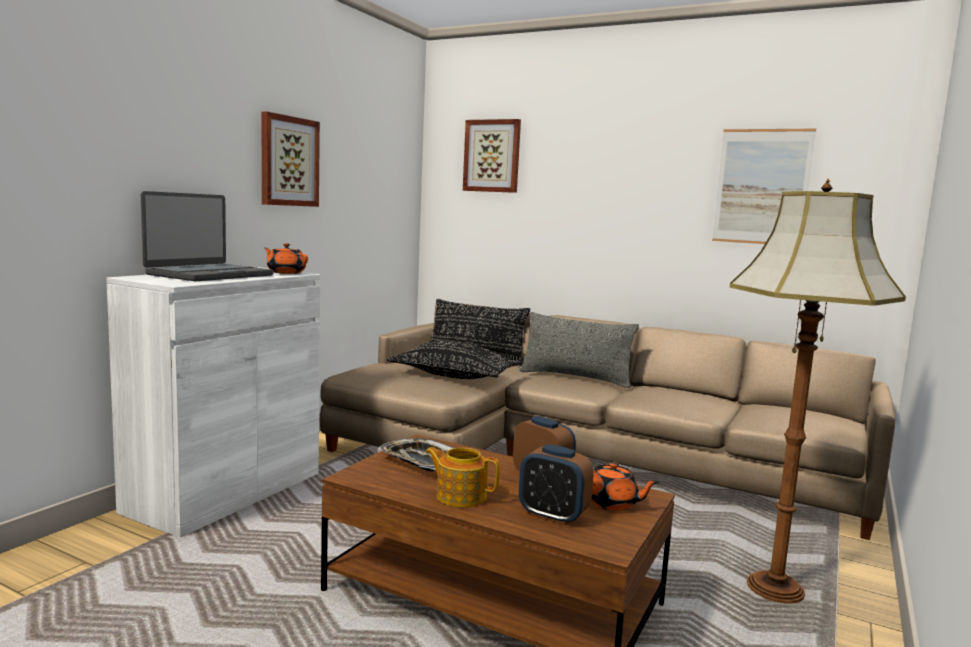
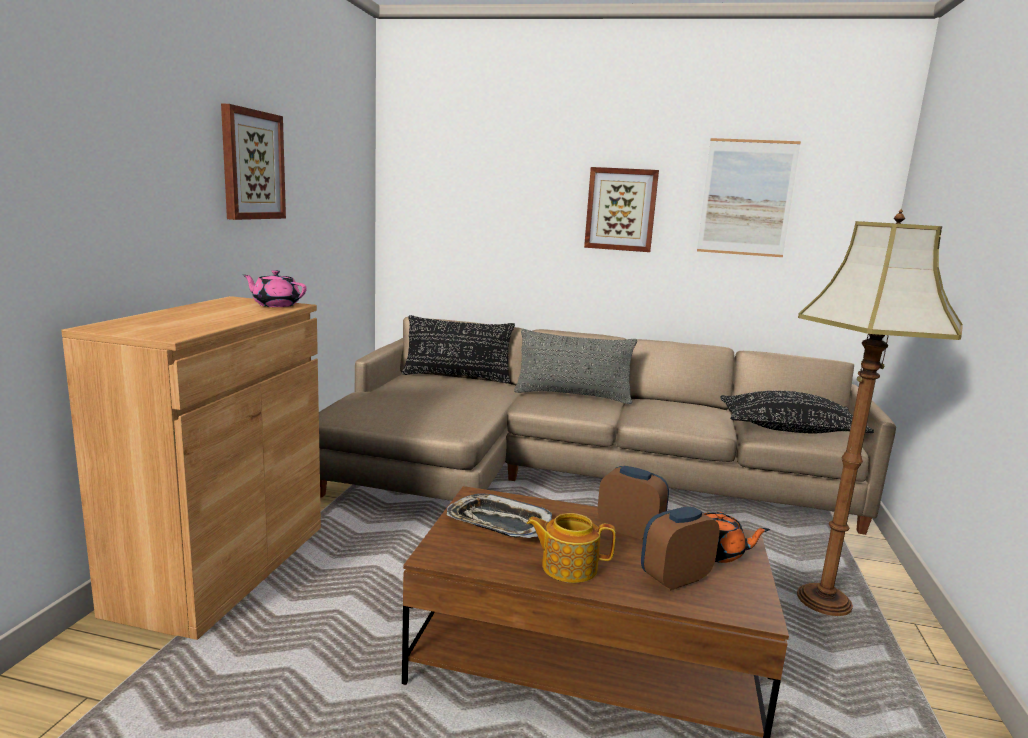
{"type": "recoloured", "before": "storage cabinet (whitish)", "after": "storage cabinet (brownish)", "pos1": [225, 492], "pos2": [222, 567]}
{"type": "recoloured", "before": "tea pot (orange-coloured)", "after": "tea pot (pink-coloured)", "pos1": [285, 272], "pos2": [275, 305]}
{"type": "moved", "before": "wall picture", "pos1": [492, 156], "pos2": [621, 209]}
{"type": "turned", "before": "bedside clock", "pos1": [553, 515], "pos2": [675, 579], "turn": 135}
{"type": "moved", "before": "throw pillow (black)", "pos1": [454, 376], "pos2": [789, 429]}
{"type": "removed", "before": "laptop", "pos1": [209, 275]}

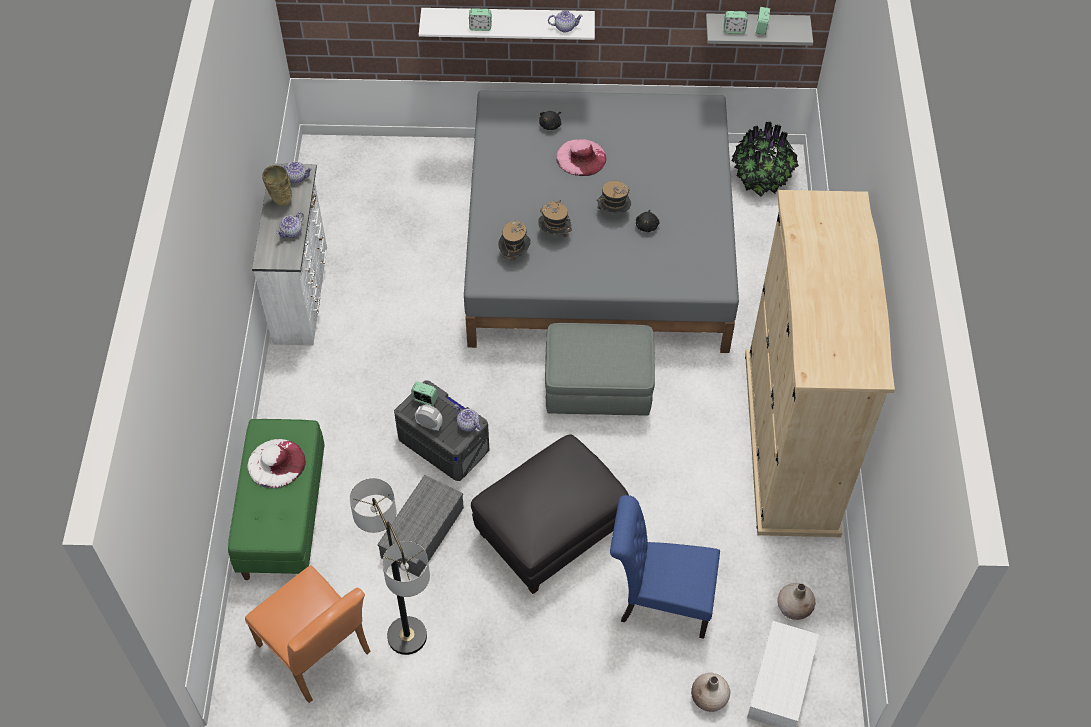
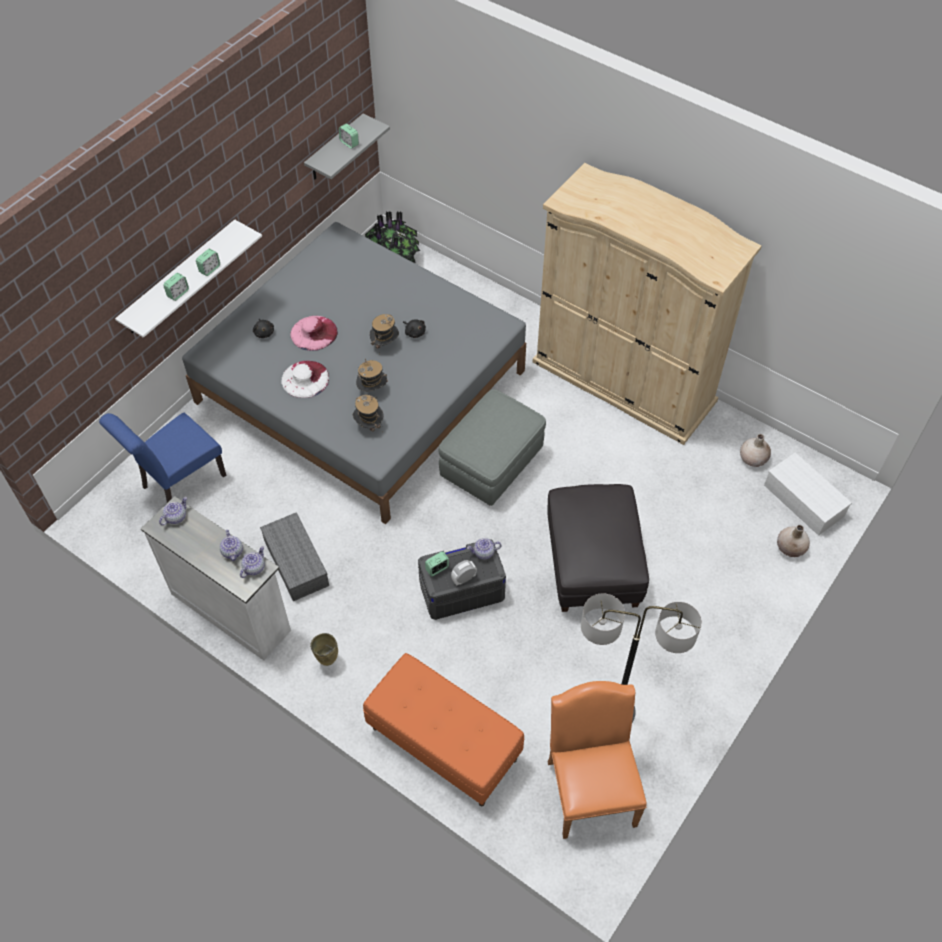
{"type": "moved", "before": "plain chair (blue)", "pos1": [659, 602], "pos2": [179, 483]}
{"type": "moved", "before": "bedside clock", "pos1": [734, 29], "pos2": [209, 269]}
{"type": "moved", "before": "tea pot", "pos1": [565, 27], "pos2": [254, 567]}
{"type": "moved", "before": "storage container (gray)", "pos1": [422, 534], "pos2": [297, 563]}
{"type": "moved", "before": "hat (whitish)", "pos1": [276, 463], "pos2": [305, 379]}
{"type": "moved", "before": "vase (sand-coloured)", "pos1": [281, 202], "pos2": [327, 661]}
{"type": "recoloured", "before": "long seat (green-coloured)", "after": "long seat (orange-coloured)", "pos1": [283, 516], "pos2": [443, 744]}
{"type": "turned", "before": "plain chair (orange-coloured)", "pos1": [318, 653], "pos2": [590, 786], "turn": -90}

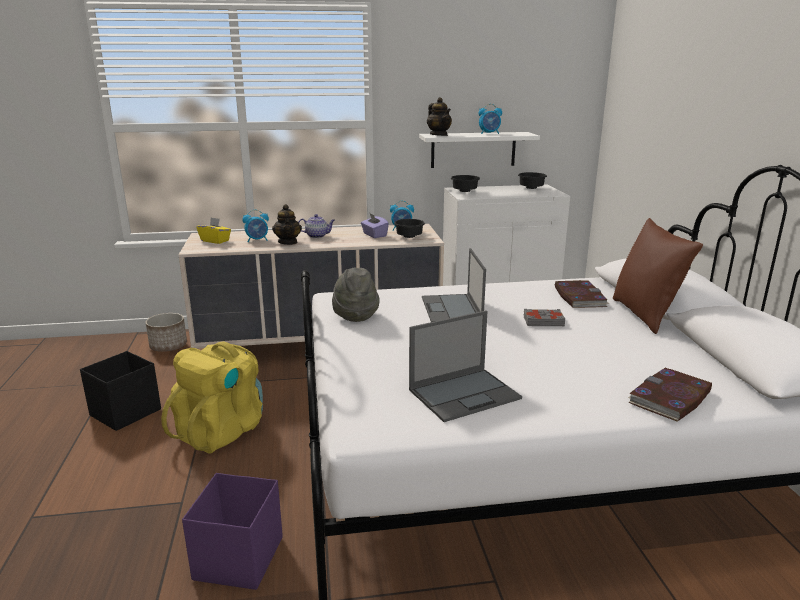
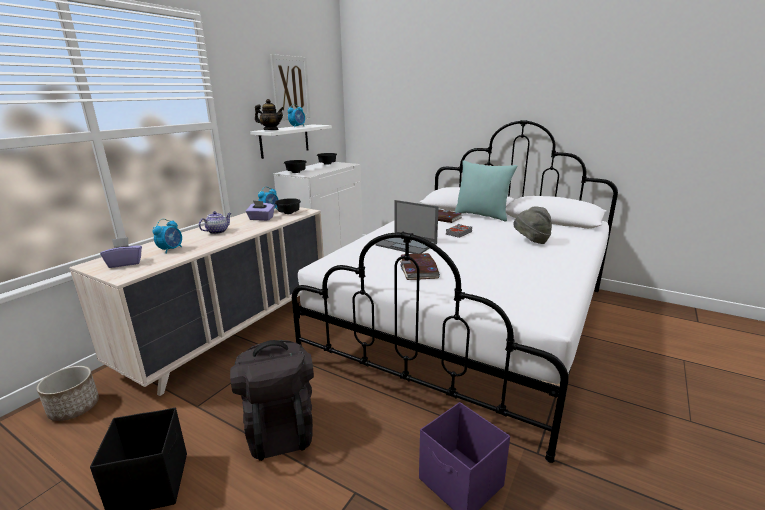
{"type": "recoloured", "before": "tissue box (yellow-coloured)", "after": "tissue box (purple-coloured)", "pos1": [215, 241], "pos2": [125, 263]}
{"type": "recoloured", "before": "backpack (yellow-coloured)", "after": "backpack (black)", "pos1": [222, 430], "pos2": [280, 428]}
{"type": "added", "after": "wall picture", "pos2": [290, 88]}
{"type": "moved", "before": "book", "pos1": [670, 398], "pos2": [419, 269]}
{"type": "recoloured", "before": "throw pillow (brownish)", "after": "throw pillow (turquoise)", "pos1": [645, 315], "pos2": [482, 216]}
{"type": "moved", "before": "hat (gray)", "pos1": [355, 314], "pos2": [531, 241]}
{"type": "removed", "before": "tea pot", "pos1": [288, 242]}
{"type": "removed", "before": "laptop", "pos1": [465, 394]}

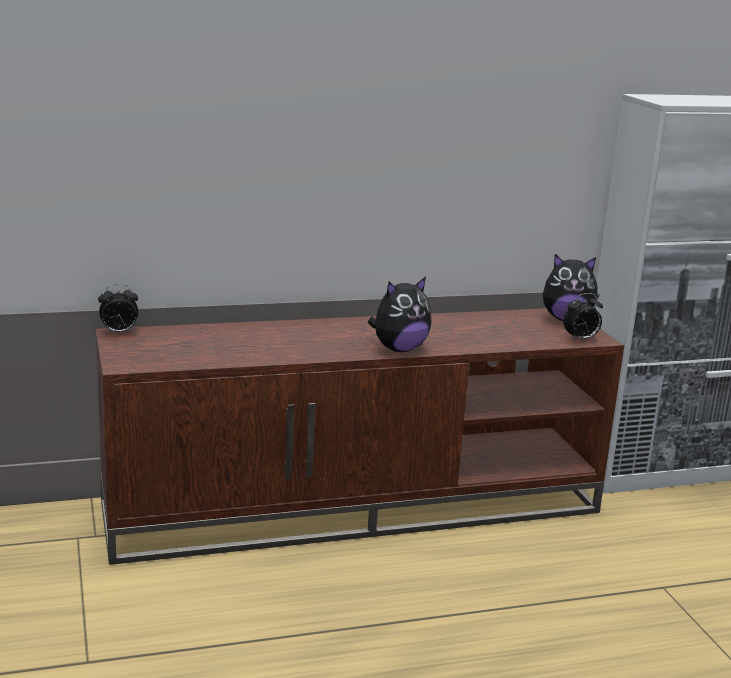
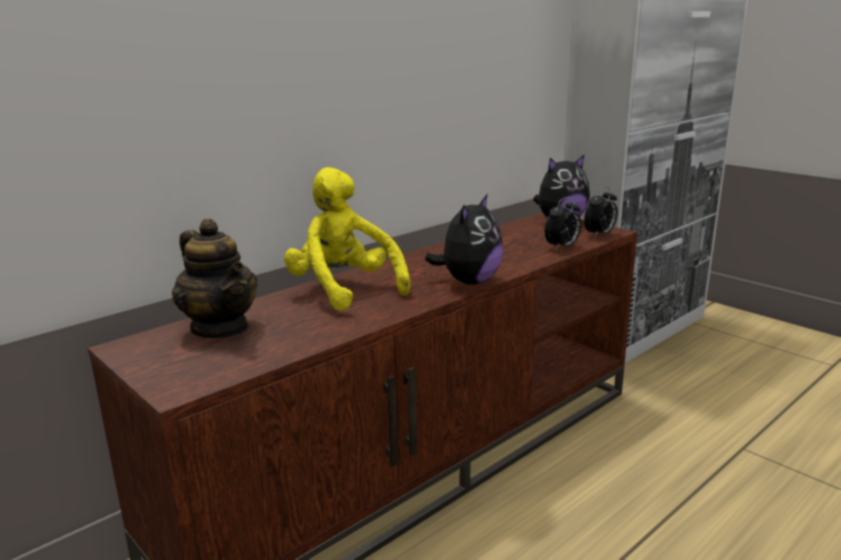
{"type": "added", "after": "tea pot", "pos2": [221, 328]}
{"type": "added", "after": "plush toy (yellow-coloured)", "pos2": [344, 290]}
{"type": "moved", "before": "bedside clock", "pos1": [119, 333], "pos2": [562, 247]}

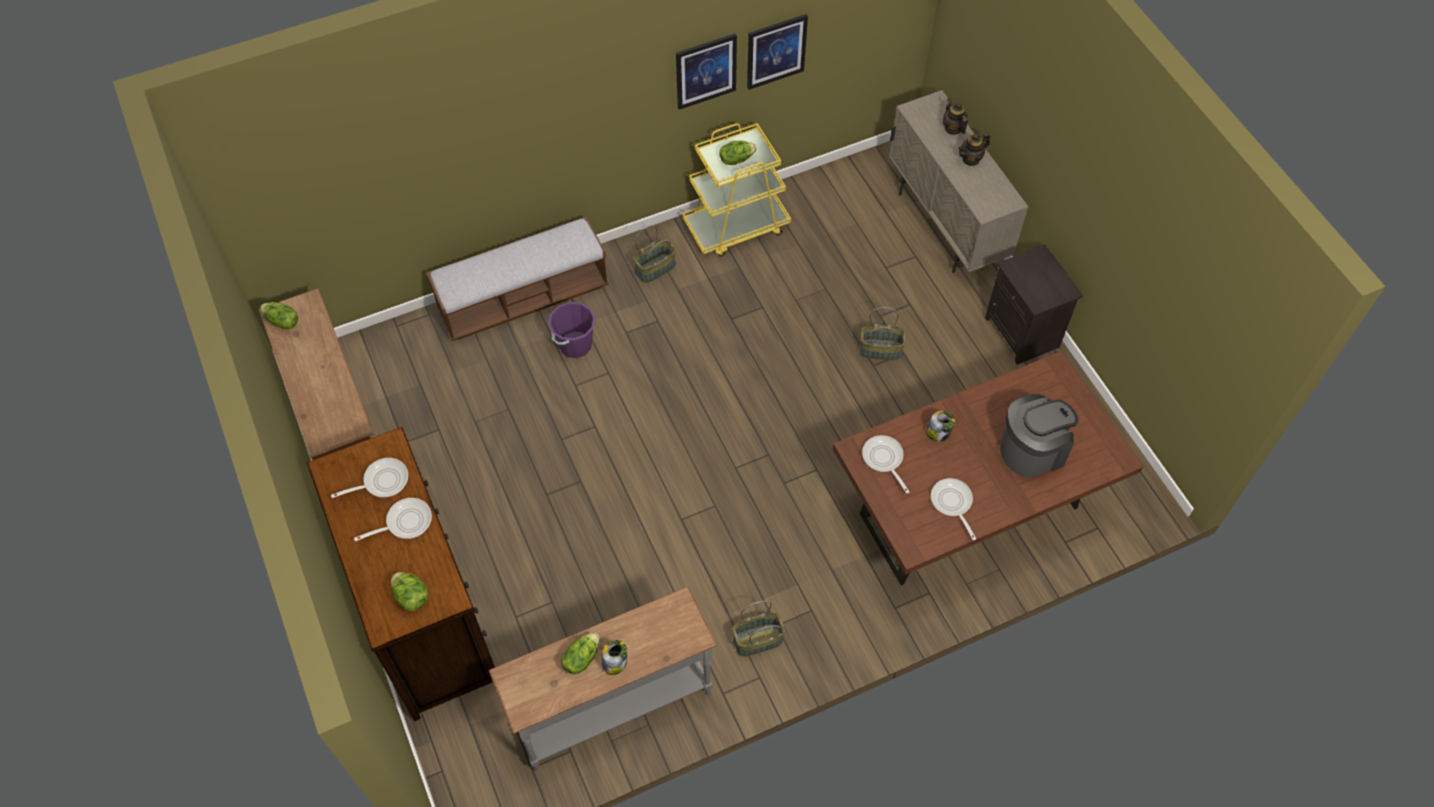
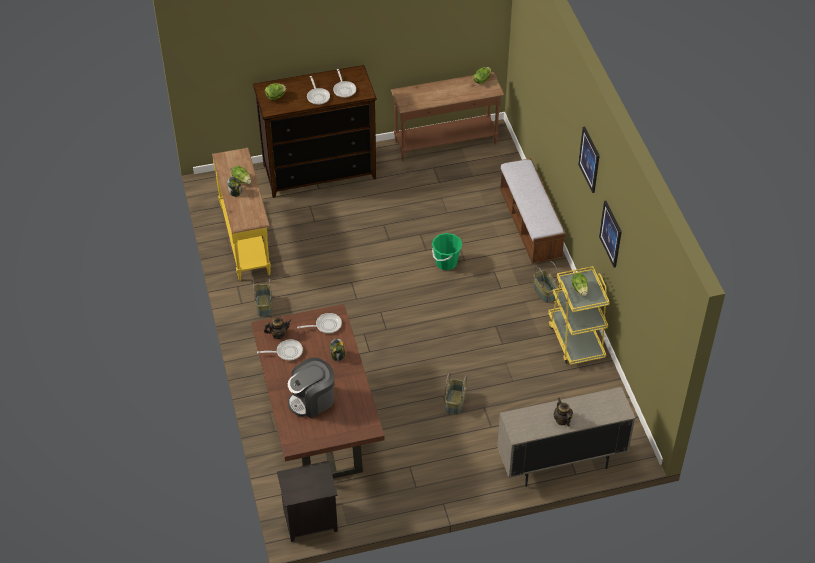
{"type": "recoloured", "before": "narrow table (gray)", "after": "narrow table (yellow-coloured)", "pos1": [612, 705], "pos2": [246, 240]}
{"type": "moved", "before": "tea pot", "pos1": [953, 128], "pos2": [278, 334]}
{"type": "moved", "before": "night table (black)", "pos1": [1023, 333], "pos2": [309, 522]}
{"type": "turned", "before": "coffee brewer", "pos1": [1032, 450], "pos2": [312, 400], "turn": 75}
{"type": "added", "after": "bucket (green-coloured)", "pos2": [446, 262]}
{"type": "moved", "before": "wall picture", "pos1": [776, 51], "pos2": [589, 159]}
{"type": "removed", "before": "bucket (purple-coloured)", "pos1": [575, 345]}

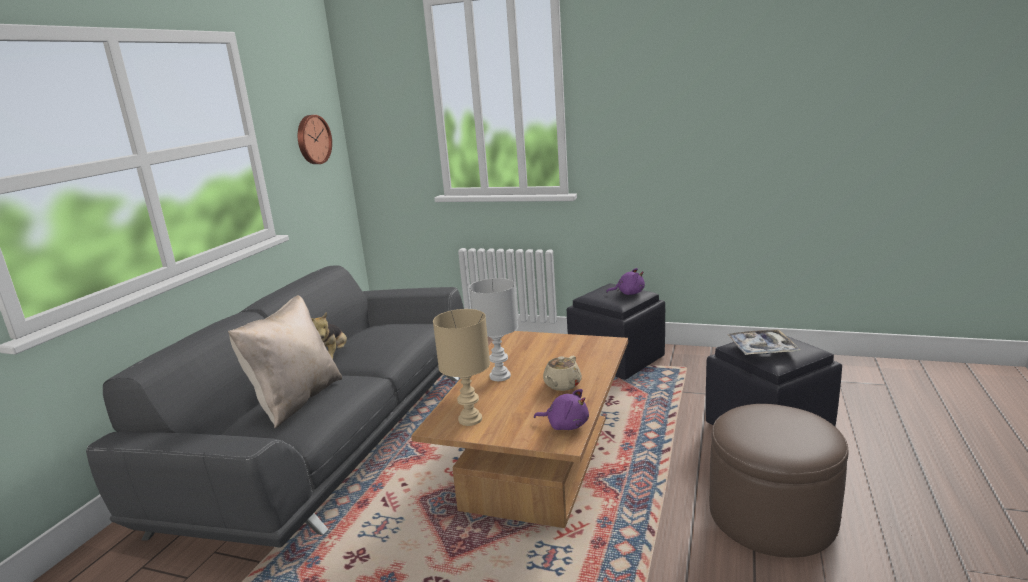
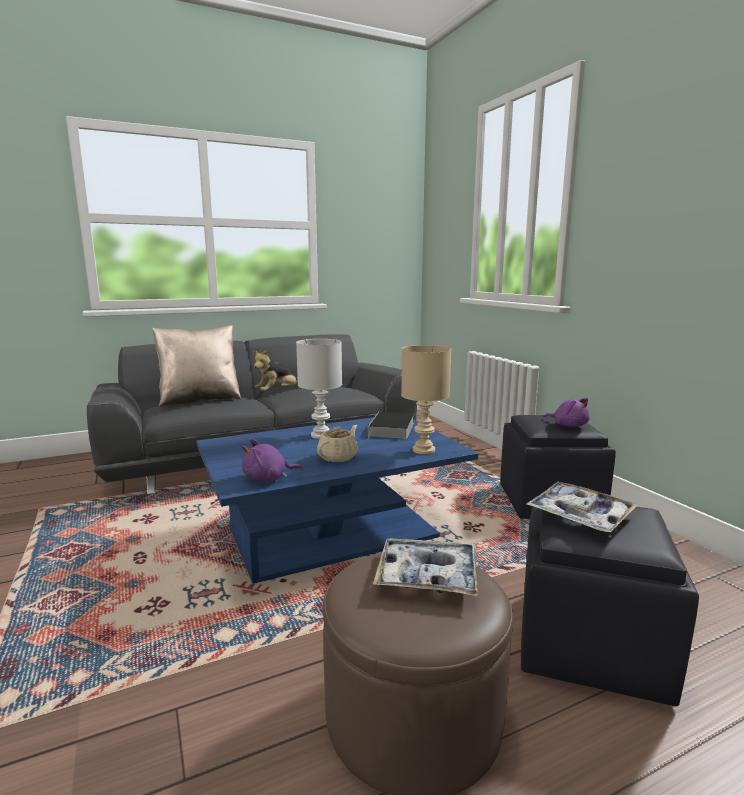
{"type": "recoloured", "before": "lounge table (brownish)", "after": "lounge table (blue)", "pos1": [539, 461], "pos2": [334, 534]}
{"type": "turned", "before": "plush toy (purple-coloured)", "pos1": [565, 425], "pos2": [268, 478], "turn": 90}
{"type": "turned", "before": "tea pot (sand-coloured)", "pos1": [562, 385], "pos2": [338, 457], "turn": 135}
{"type": "added", "after": "book", "pos2": [391, 429]}
{"type": "added", "after": "carrying tray", "pos2": [427, 576]}
{"type": "moved", "before": "lamp for a table (sand-coloured)", "pos1": [470, 420], "pos2": [423, 450]}
{"type": "removed", "before": "clock on the wall", "pos1": [312, 139]}

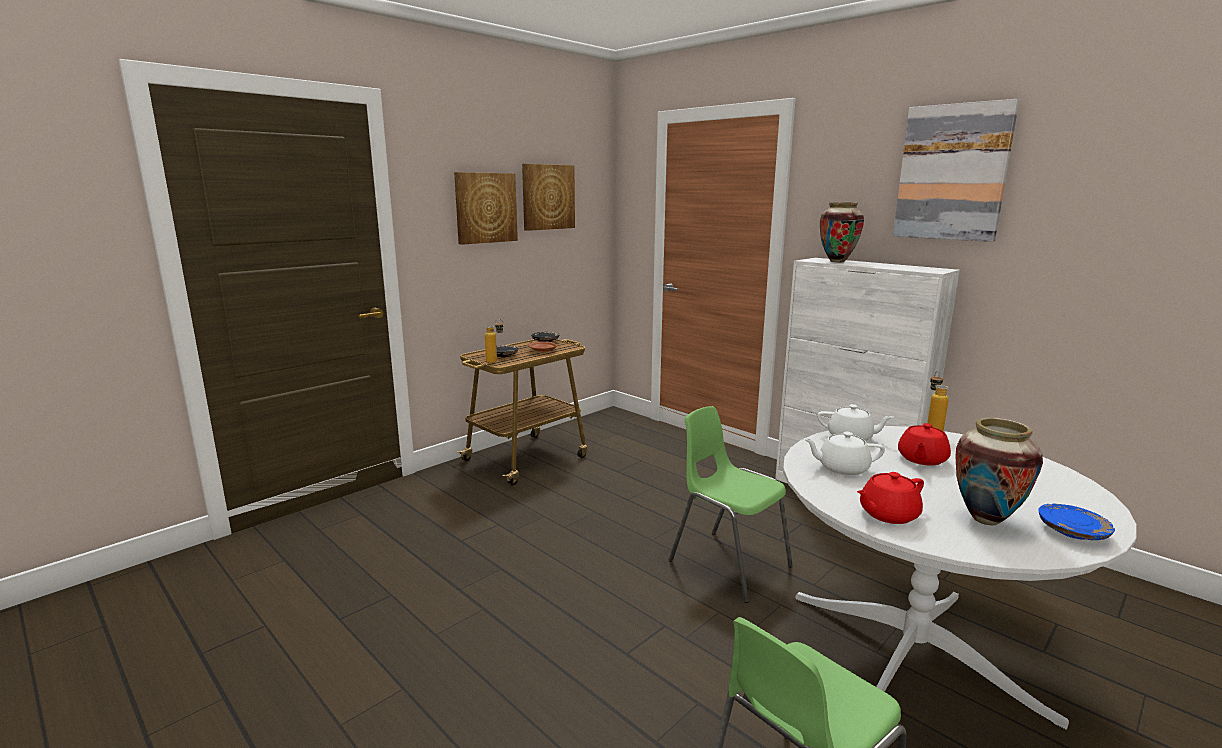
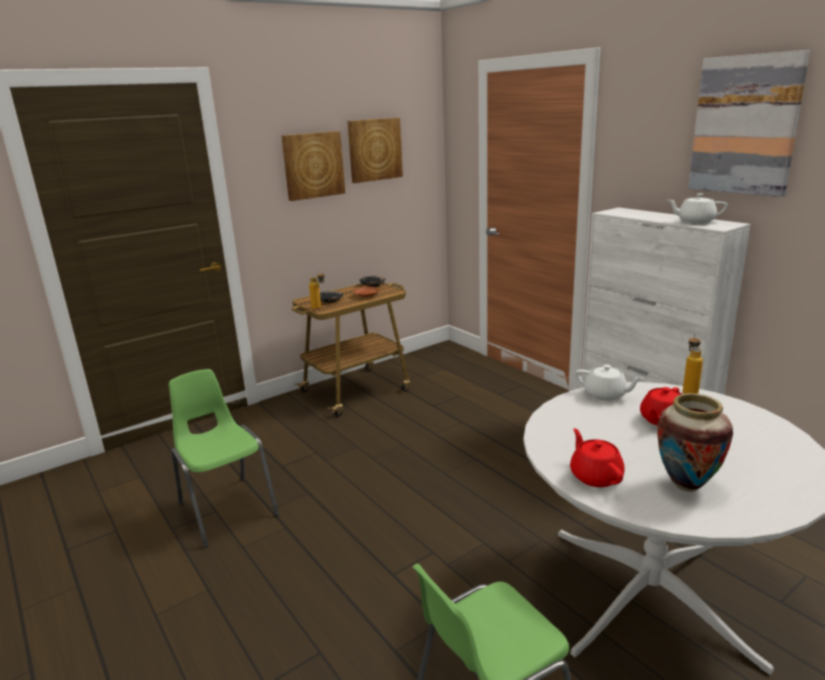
{"type": "moved", "before": "plain chair (green-coloured)", "pos1": [728, 563], "pos2": [227, 509]}
{"type": "turned", "before": "tea pot (reddish)", "pos1": [887, 514], "pos2": [595, 476], "turn": 90}
{"type": "moved", "before": "tea pot (whitish)", "pos1": [842, 468], "pos2": [695, 221]}
{"type": "removed", "before": "vase", "pos1": [837, 261]}
{"type": "removed", "before": "plate (blue)", "pos1": [1072, 531]}

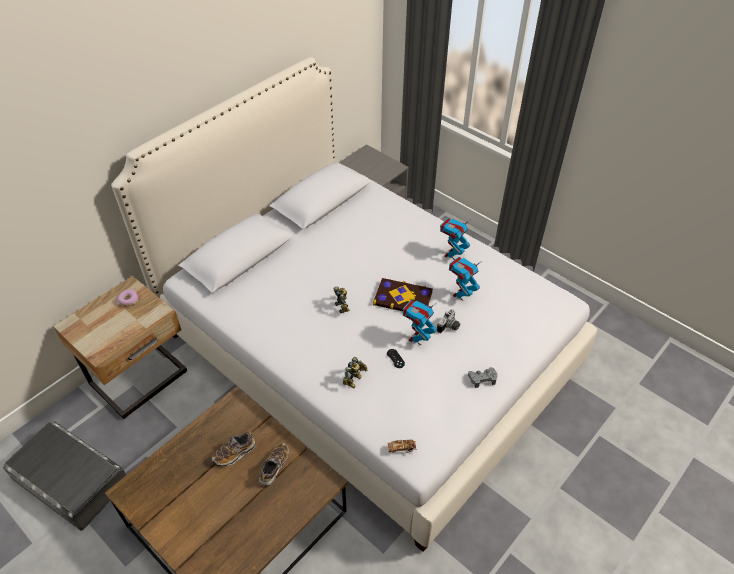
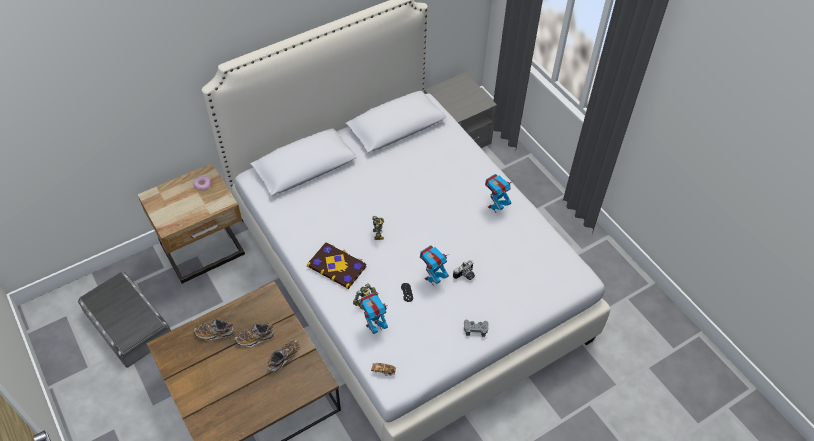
{"type": "added", "after": "item of footwear", "pos2": [215, 333]}
{"type": "moved", "before": "book", "pos1": [403, 298], "pos2": [337, 266]}
{"type": "moved", "before": "robot figure", "pos1": [461, 295], "pos2": [374, 327]}

